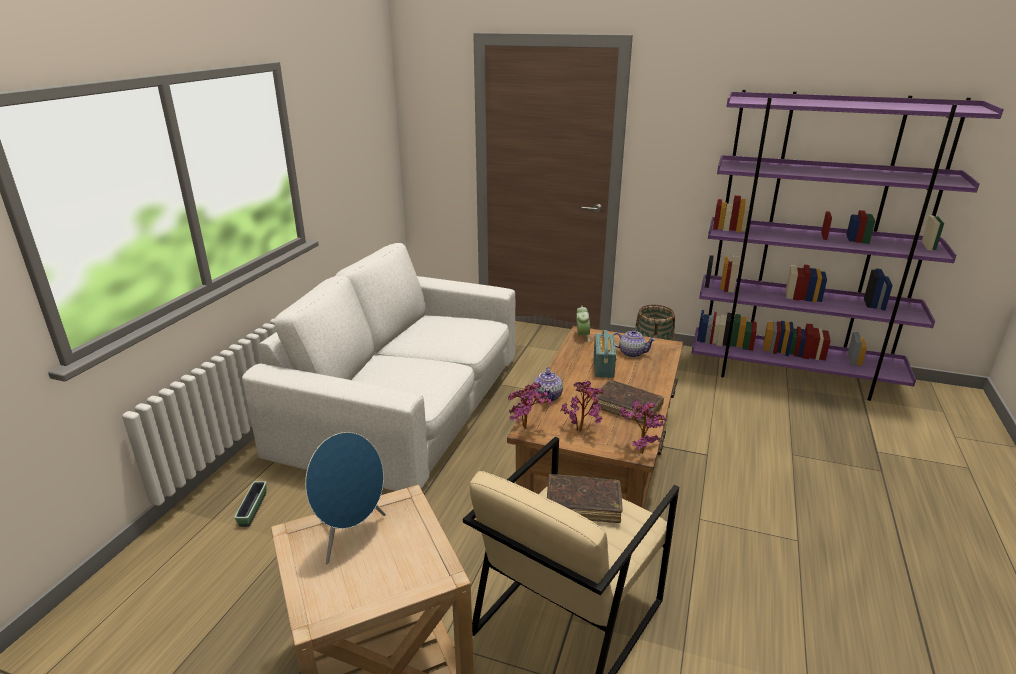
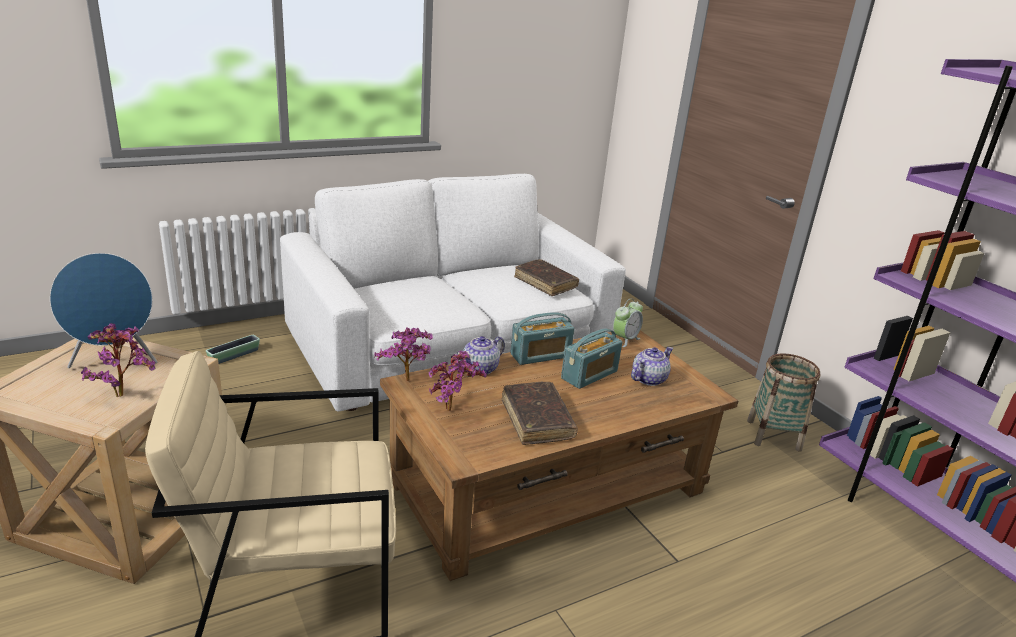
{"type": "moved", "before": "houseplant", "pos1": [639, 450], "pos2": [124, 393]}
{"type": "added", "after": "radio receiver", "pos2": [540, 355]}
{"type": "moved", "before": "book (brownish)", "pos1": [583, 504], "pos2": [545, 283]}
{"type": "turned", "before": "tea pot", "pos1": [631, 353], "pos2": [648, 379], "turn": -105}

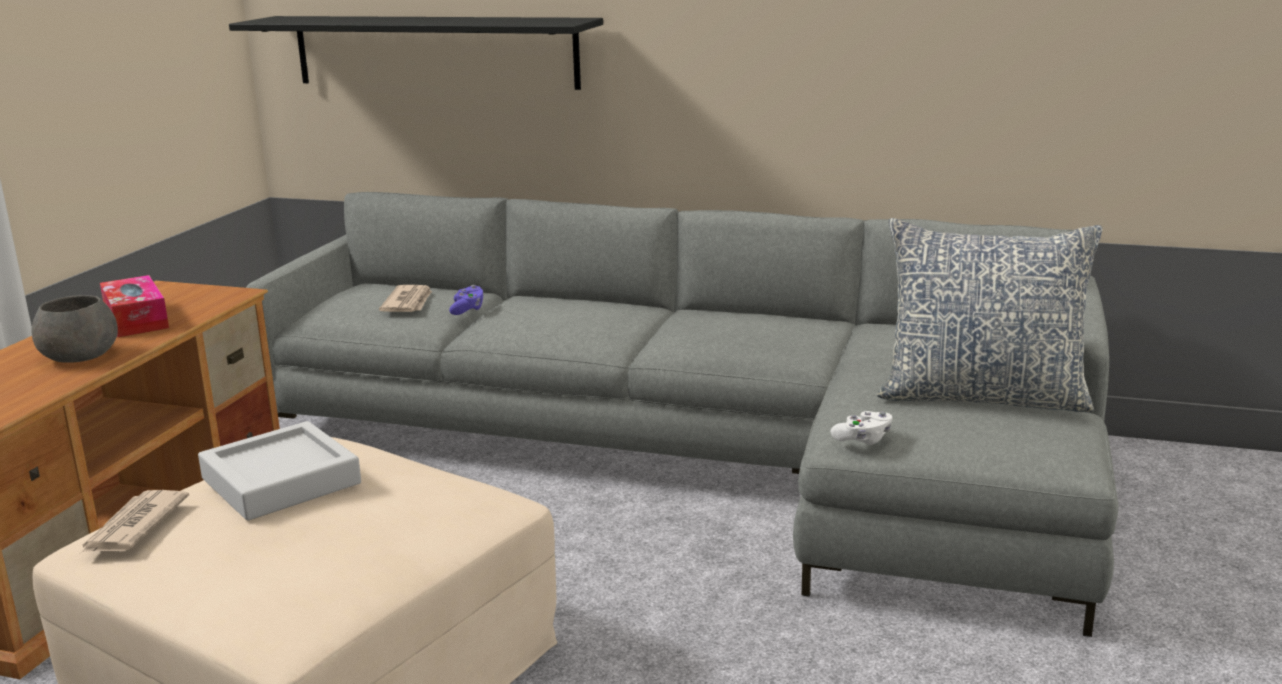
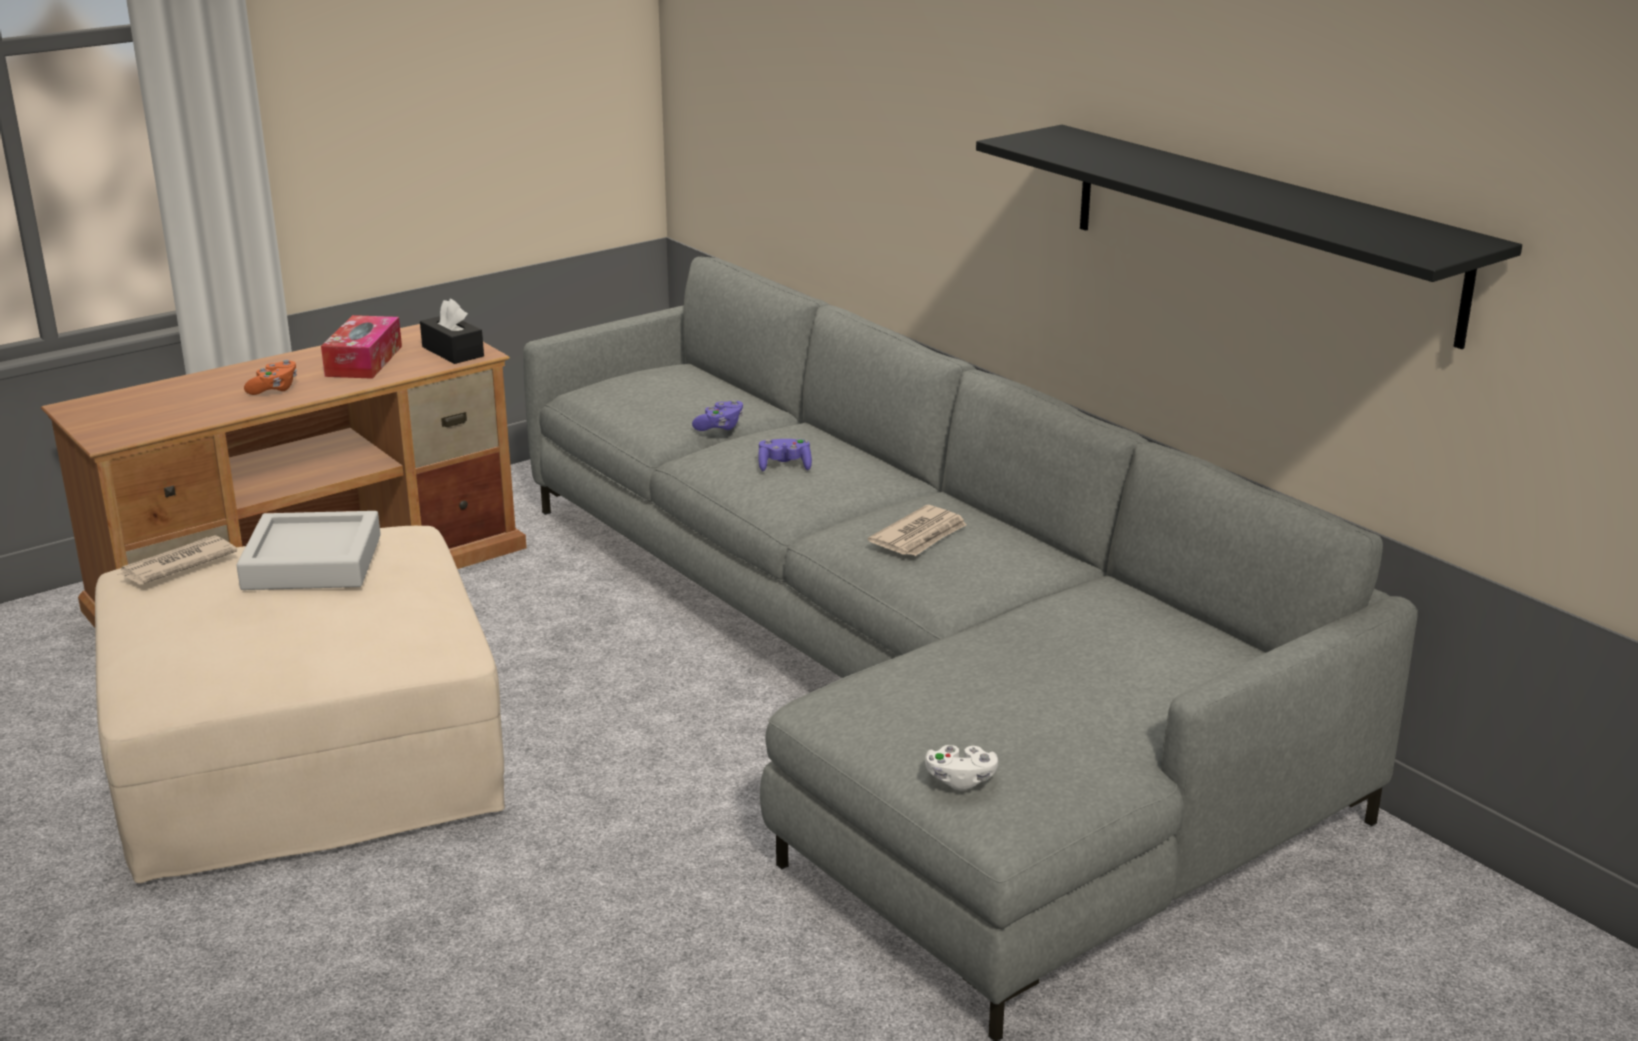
{"type": "replaced", "before": "bowl (gray)", "after": "joypad (orange-coloured)", "pos1": [82, 356], "pos2": [274, 389]}
{"type": "added", "after": "tissue box (black)", "pos2": [453, 352]}
{"type": "added", "after": "joypad (purple-coloured)", "pos2": [784, 466]}
{"type": "moved", "before": "printed paper", "pos1": [408, 302], "pos2": [920, 536]}
{"type": "moved", "before": "joypad (whitish)", "pos1": [863, 439], "pos2": [960, 780]}
{"type": "moved", "before": "wall shelf (black)", "pos1": [434, 51], "pos2": [1260, 230]}
{"type": "removed", "before": "throw pillow", "pos1": [982, 396]}

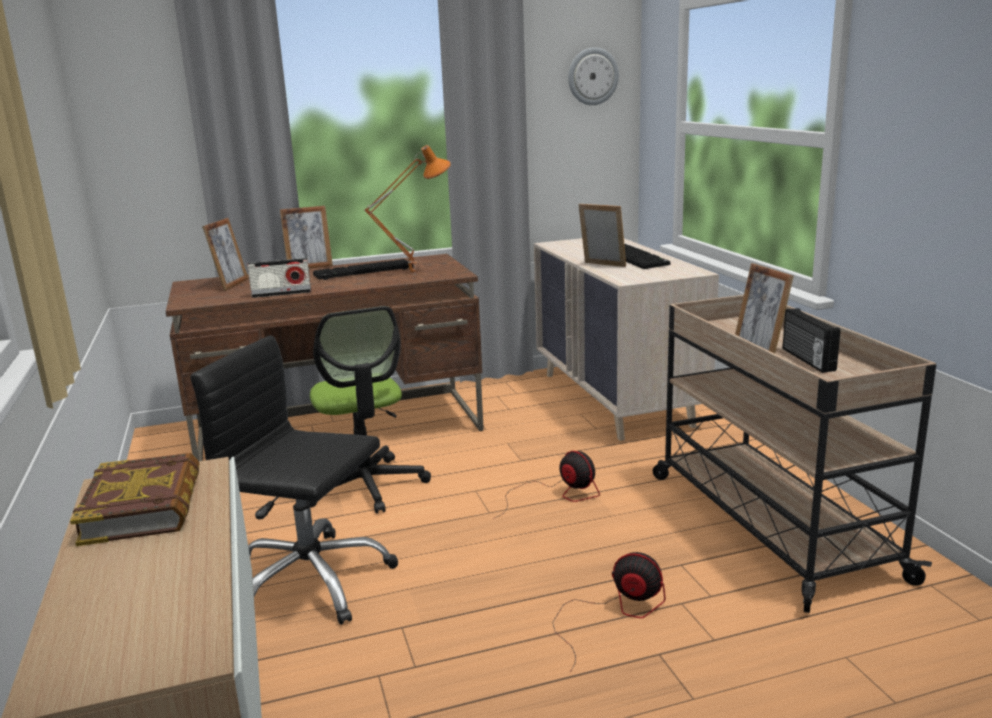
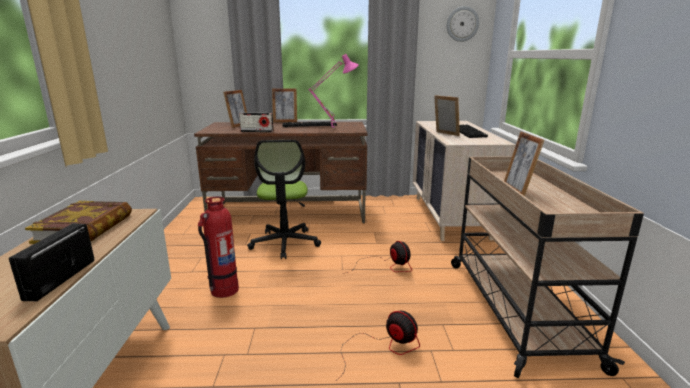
{"type": "moved", "before": "radio receiver", "pos1": [806, 359], "pos2": [59, 279]}
{"type": "replaced", "before": "computer chair (black)", "after": "extinguisher", "pos1": [310, 581], "pos2": [224, 290]}
{"type": "recoloured", "before": "lamp for a table (orange-coloured)", "after": "lamp for a table (pink-coloured)", "pos1": [413, 274], "pos2": [333, 129]}

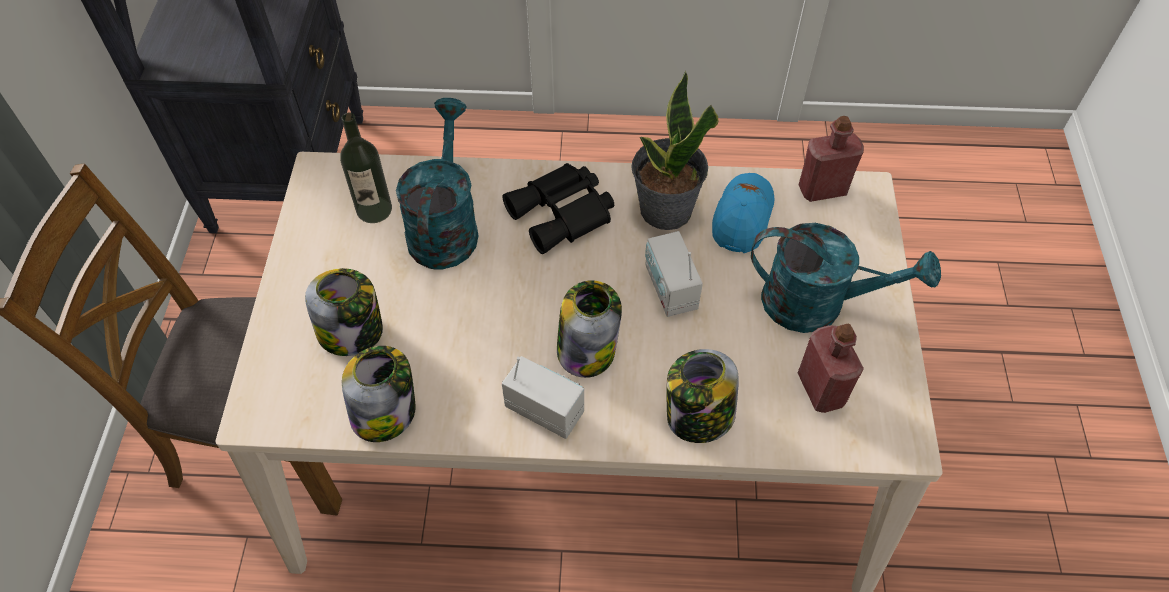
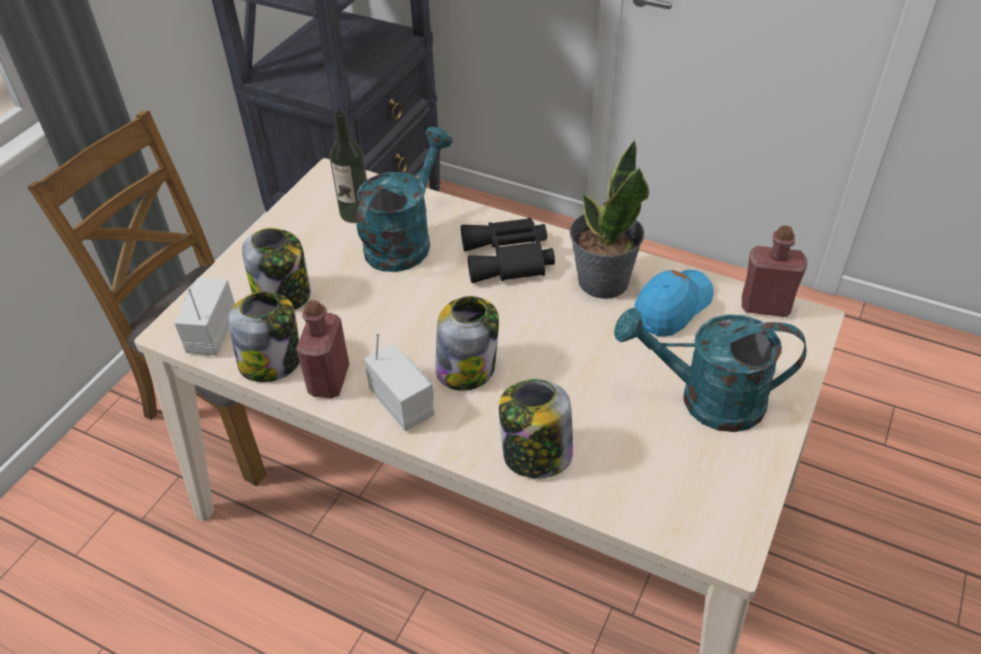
{"type": "moved", "before": "radio receiver", "pos1": [670, 289], "pos2": [211, 333]}
{"type": "moved", "before": "beverage bottle (reddish)", "pos1": [821, 389], "pos2": [329, 380]}
{"type": "turned", "before": "watering can (turquoise)", "pos1": [818, 304], "pos2": [706, 399], "turn": 150}

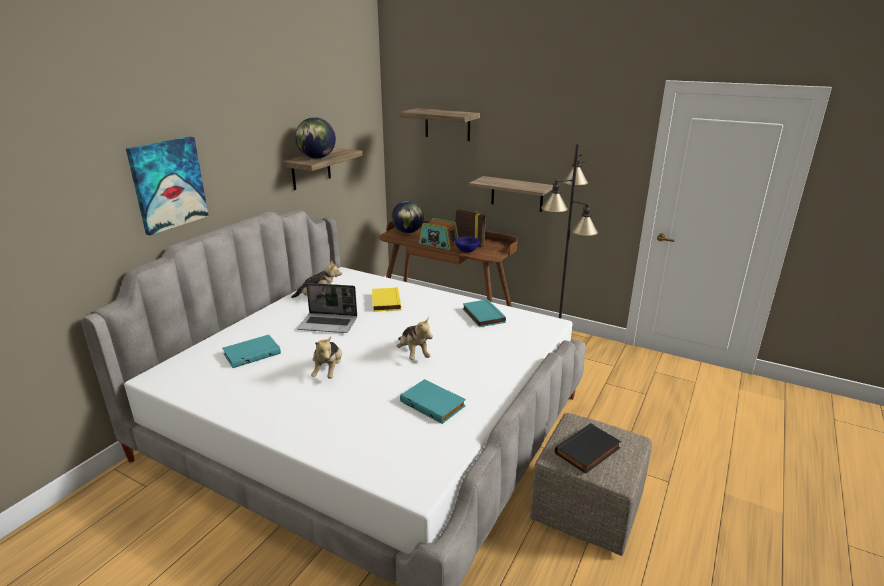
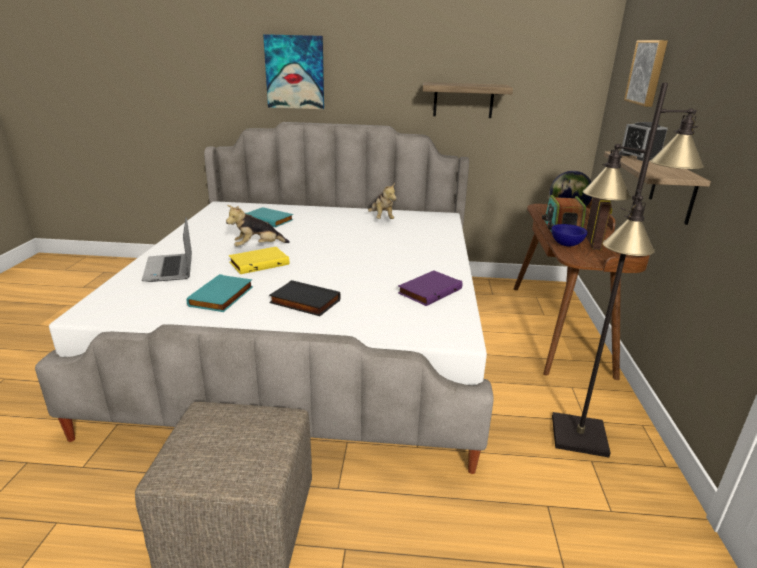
{"type": "moved", "before": "laptop", "pos1": [329, 324], "pos2": [170, 269]}
{"type": "moved", "before": "book (yellow-coloured)", "pos1": [385, 302], "pos2": [259, 263]}
{"type": "moved", "before": "book (black)", "pos1": [588, 451], "pos2": [304, 302]}
{"type": "recoloured", "before": "book (turquoise)", "after": "book (purple-coloured)", "pos1": [482, 315], "pos2": [429, 290]}
{"type": "added", "after": "bedside clock", "pos2": [639, 157]}
{"type": "replaced", "before": "wall shelf", "after": "wall picture", "pos1": [447, 124], "pos2": [647, 72]}
{"type": "removed", "before": "desk globe", "pos1": [317, 158]}
{"type": "removed", "before": "plush toy", "pos1": [413, 354]}

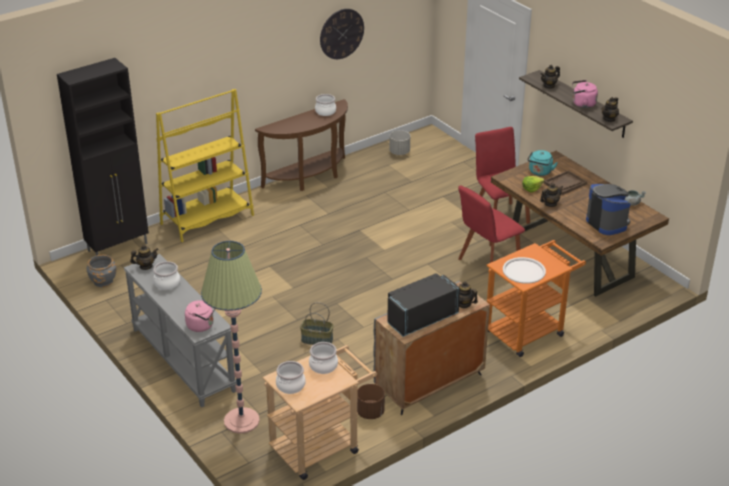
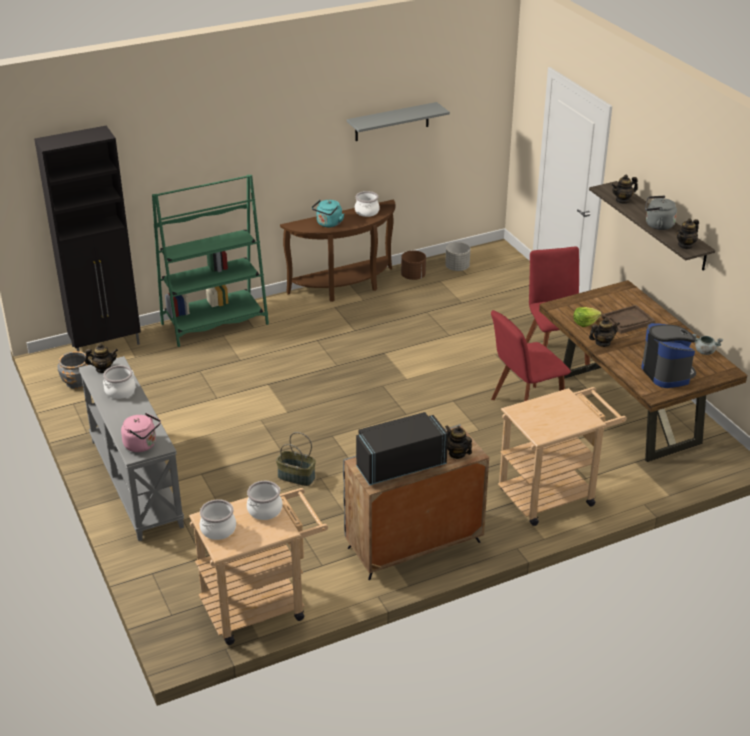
{"type": "recoloured", "before": "bookcase (yellow-coloured)", "after": "bookcase (green-coloured)", "pos1": [207, 219], "pos2": [215, 324]}
{"type": "moved", "before": "water kettle (turquoise)", "pos1": [540, 172], "pos2": [328, 224]}
{"type": "replaced", "before": "clock on the wall", "after": "wall shelf (gray)", "pos1": [341, 33], "pos2": [392, 122]}
{"type": "moved", "before": "flower pot (brownish)", "pos1": [370, 412], "pos2": [413, 276]}
{"type": "recoloured", "before": "cart (orange-coloured)", "after": "cart (sand-coloured)", "pos1": [529, 330], "pos2": [553, 494]}
{"type": "recoloured", "before": "water kettle (pink-coloured)", "after": "water kettle (gray)", "pos1": [582, 104], "pos2": [657, 225]}
{"type": "removed", "before": "standing lamp", "pos1": [241, 421]}
{"type": "removed", "before": "carrying tray (whitish)", "pos1": [524, 271]}

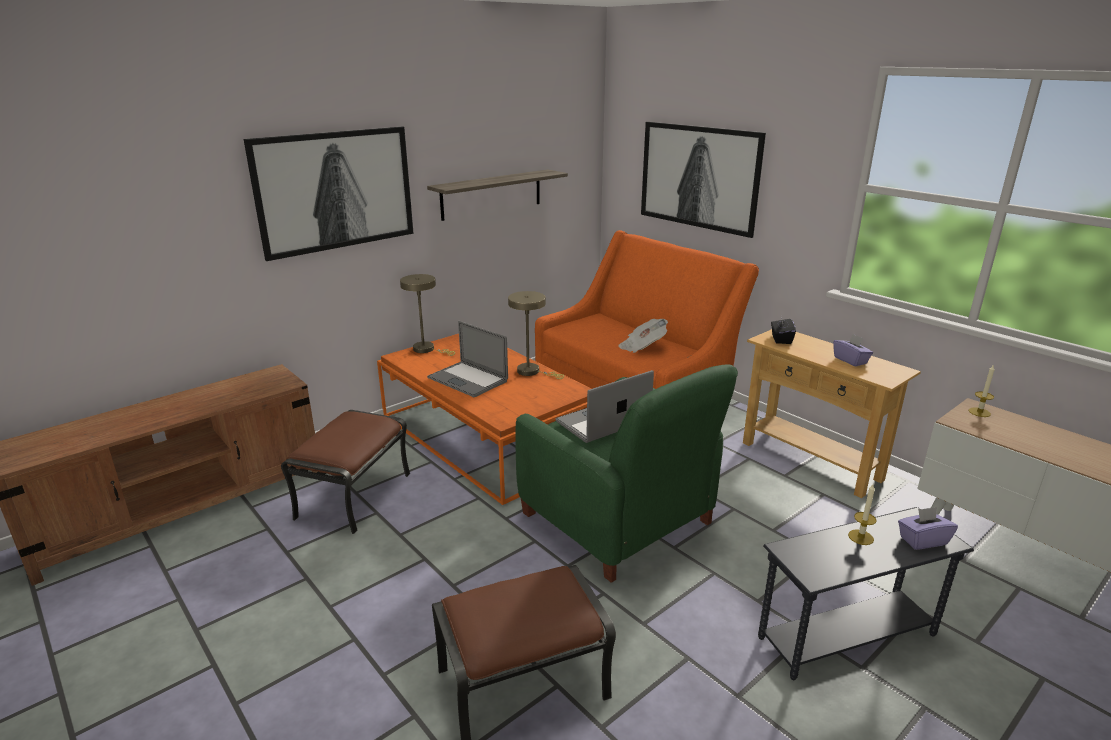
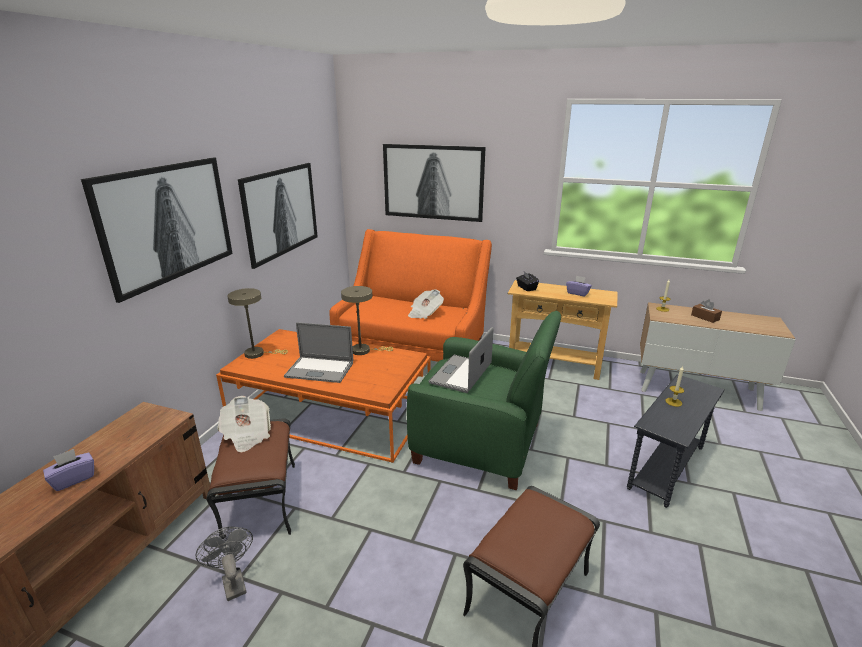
{"type": "moved", "before": "tissue box (purple-coloured)", "pos1": [922, 540], "pos2": [73, 479]}
{"type": "added", "after": "cooling fan (gray)", "pos2": [232, 581]}
{"type": "added", "after": "printed paper", "pos2": [247, 435]}
{"type": "replaced", "before": "wall shelf", "after": "wall picture", "pos1": [491, 194], "pos2": [280, 211]}
{"type": "added", "after": "tissue box (brownish)", "pos2": [705, 317]}

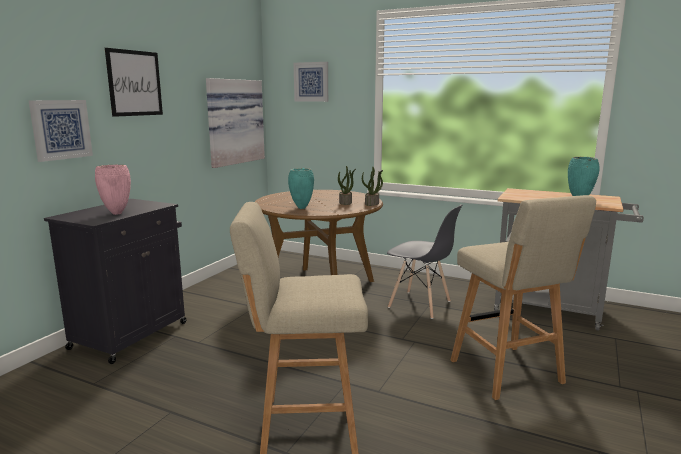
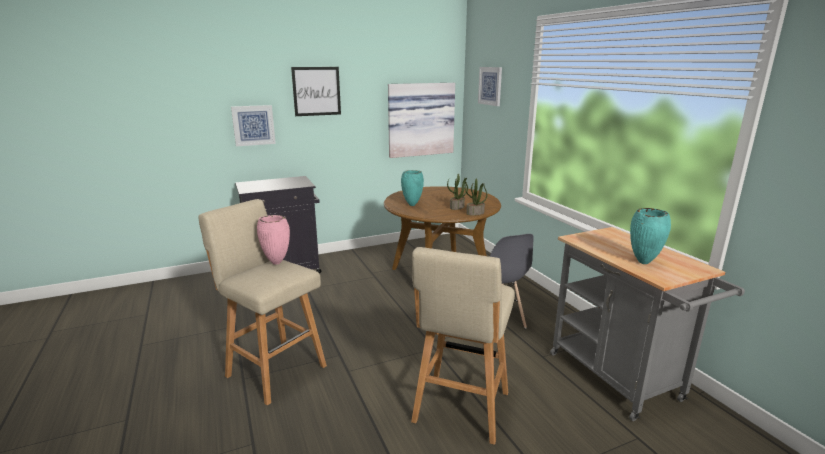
{"type": "moved", "before": "vase (pink-coloured)", "pos1": [117, 213], "pos2": [277, 262]}

